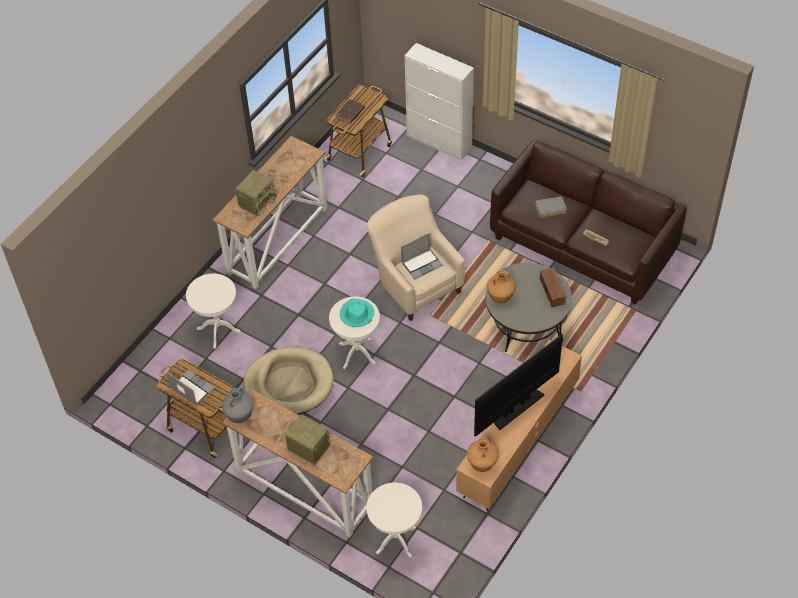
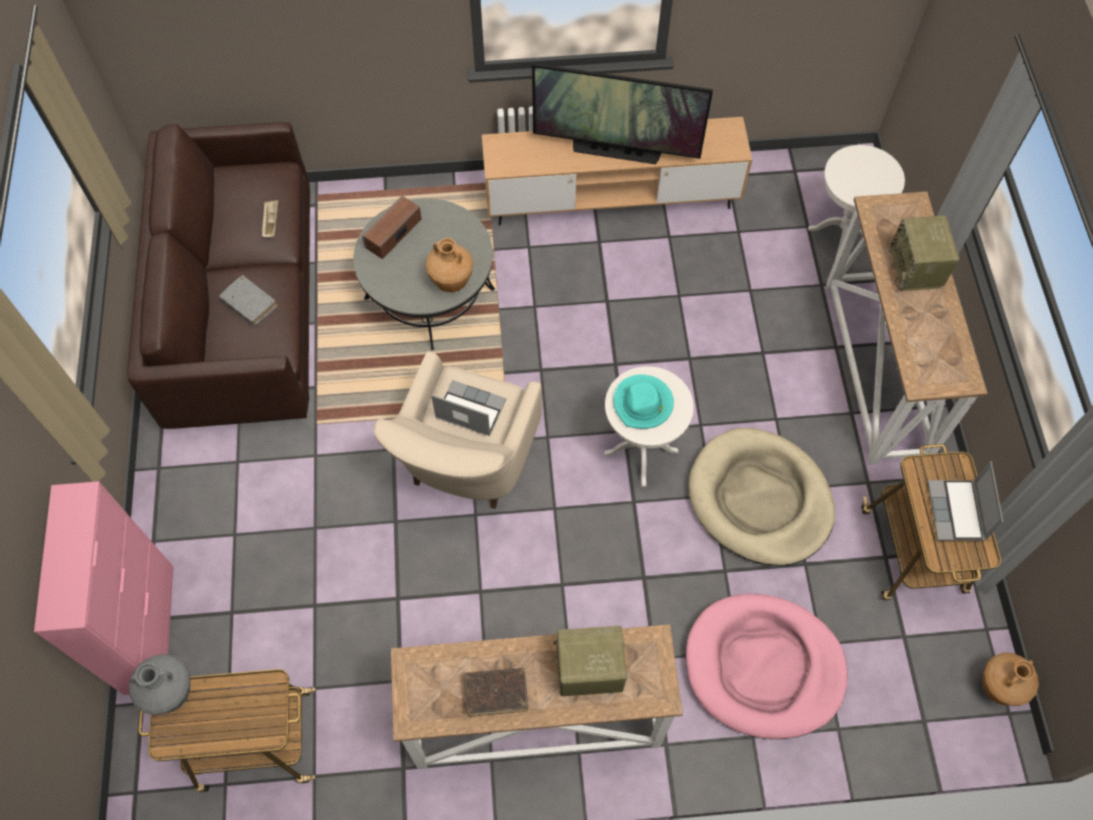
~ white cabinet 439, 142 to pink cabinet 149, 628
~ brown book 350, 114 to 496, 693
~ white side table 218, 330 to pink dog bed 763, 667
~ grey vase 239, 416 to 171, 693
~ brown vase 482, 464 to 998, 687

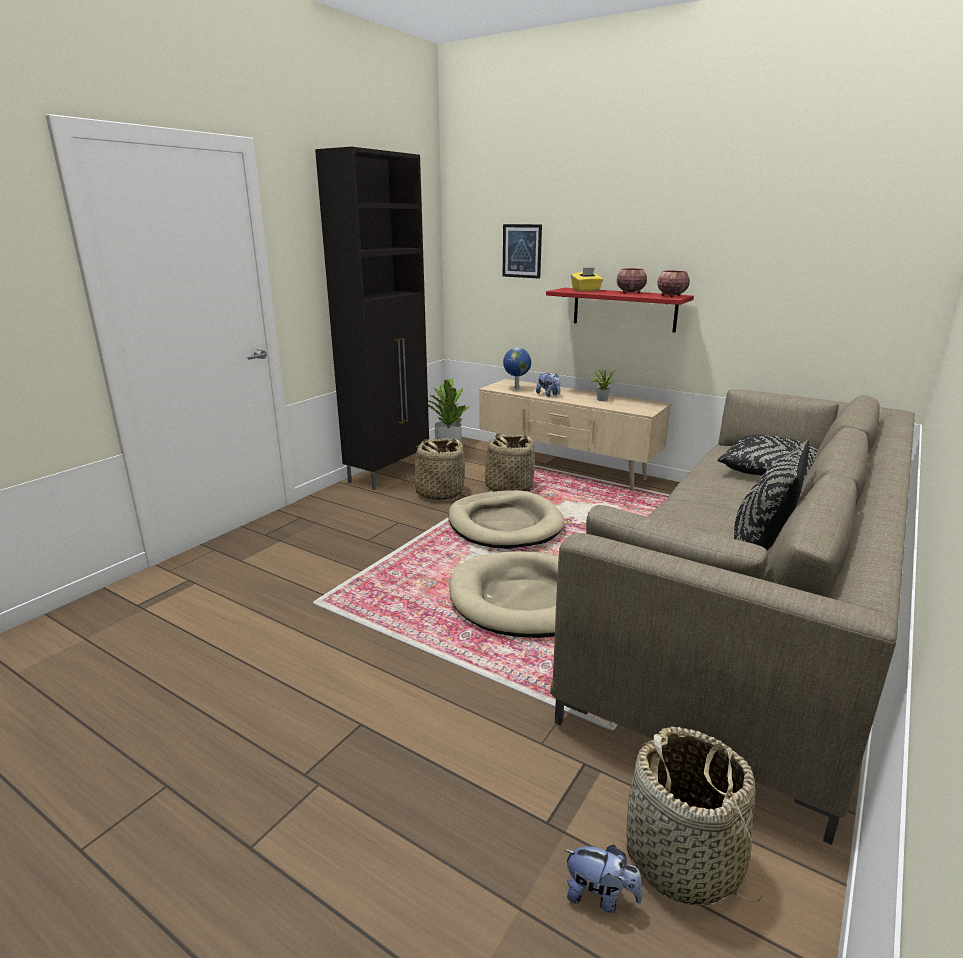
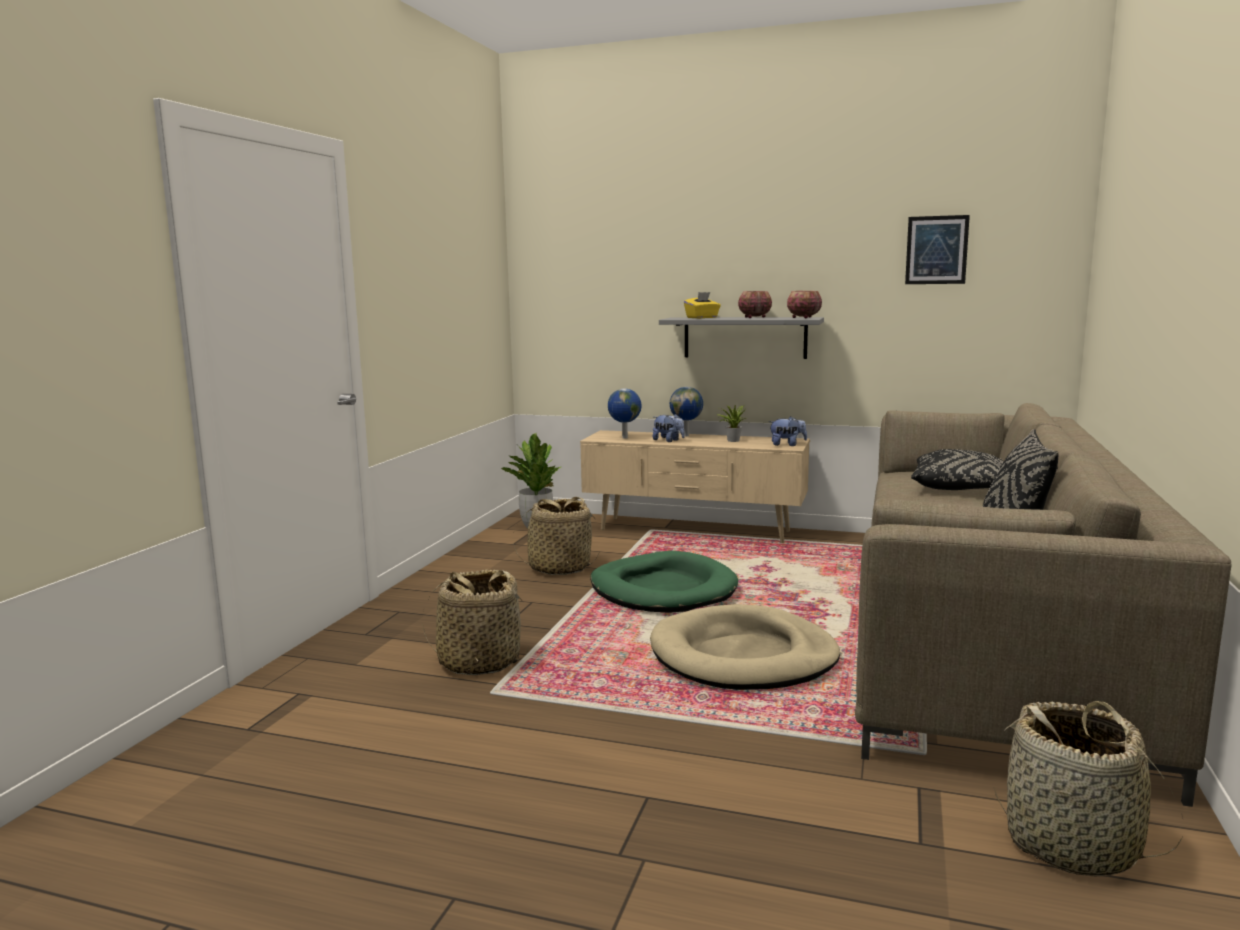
- black cabinet 389, 473
~ picture 522, 251 to 936, 250
~ red shelf 624, 309 to grey shelf 745, 337
~ basket 508, 487 to 479, 661
~ beige dog bed 504, 524 to green dog bed 663, 589
~ plush toy 600, 896 to 787, 445
+ globe 686, 435

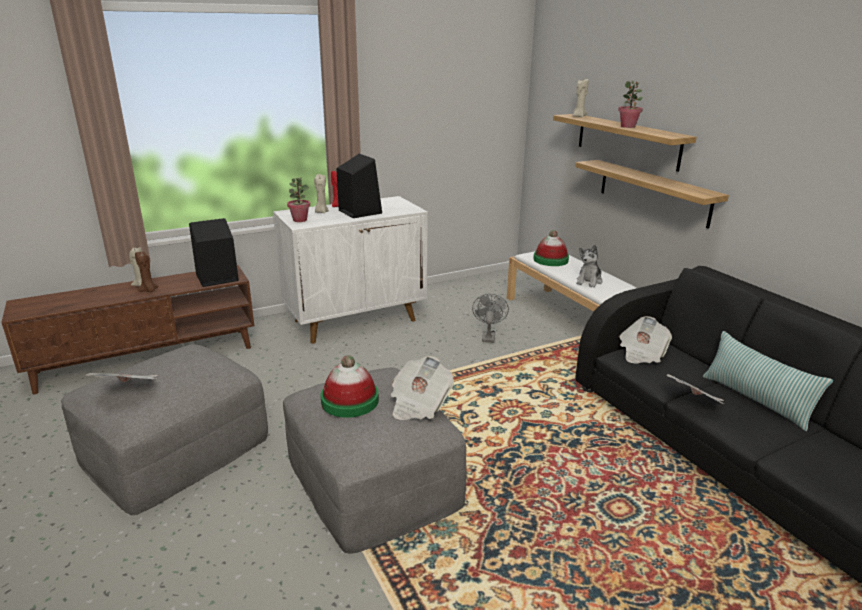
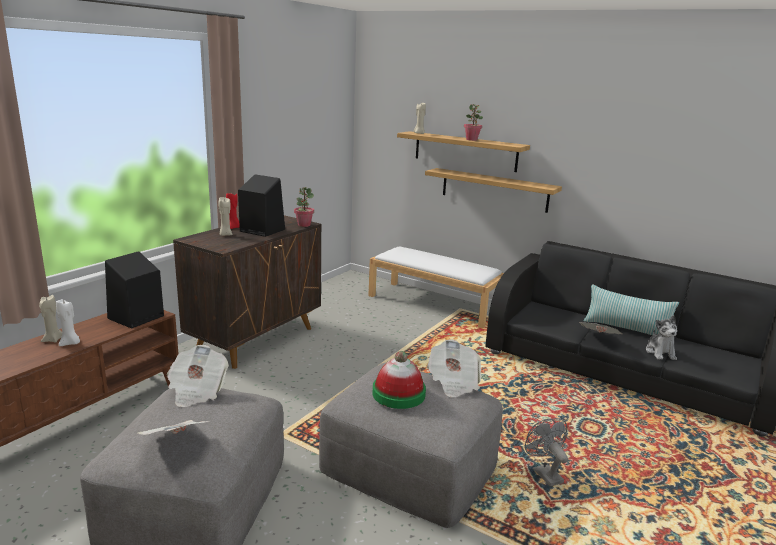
~ potted plant 300, 220 to 304, 225
~ white cabinet 356, 320 to brown cabinet 256, 339
- hat 550, 260
~ plush toy 589, 281 to 660, 352
~ brown candle 149, 290 to white candle 70, 343
~ grey fan 488, 336 to 544, 473
~ newspaper 641, 353 to 197, 390

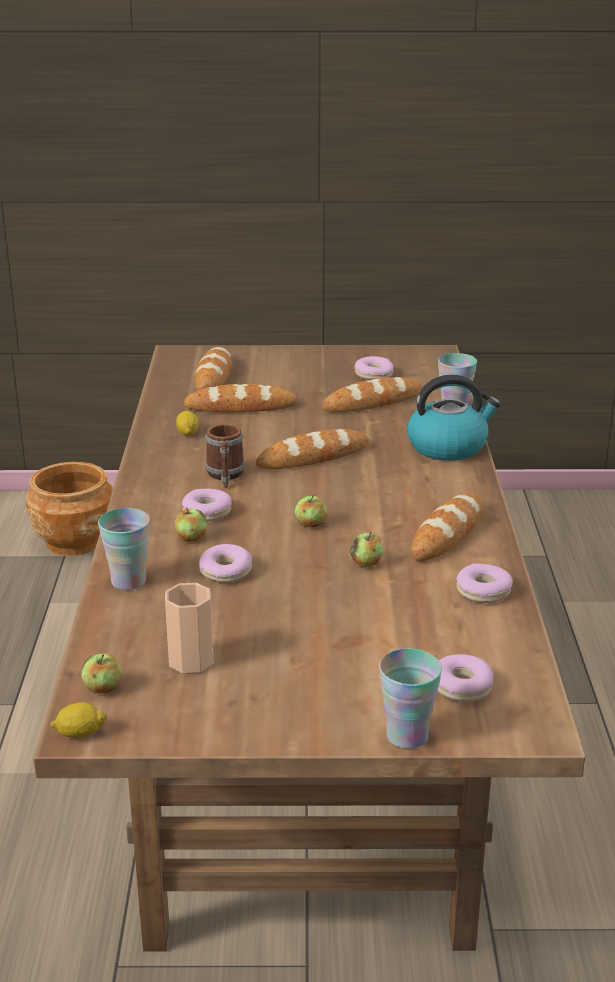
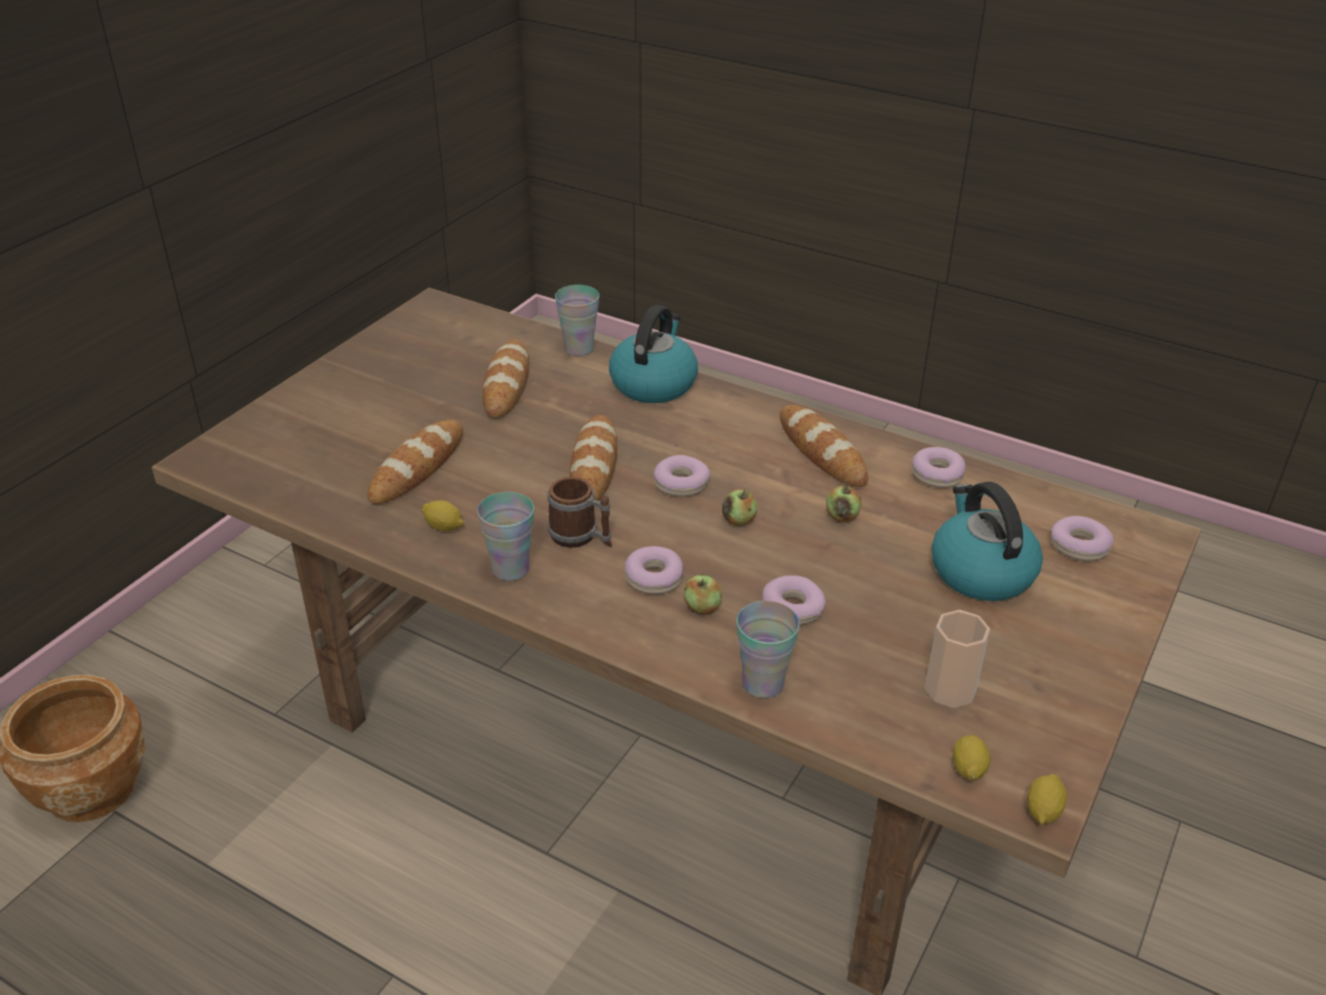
- bread 213, 376
~ donut 373, 375 to 681, 484
~ cup 407, 736 to 510, 569
~ apple 103, 688 to lemon 968, 769
+ kettle 980, 571

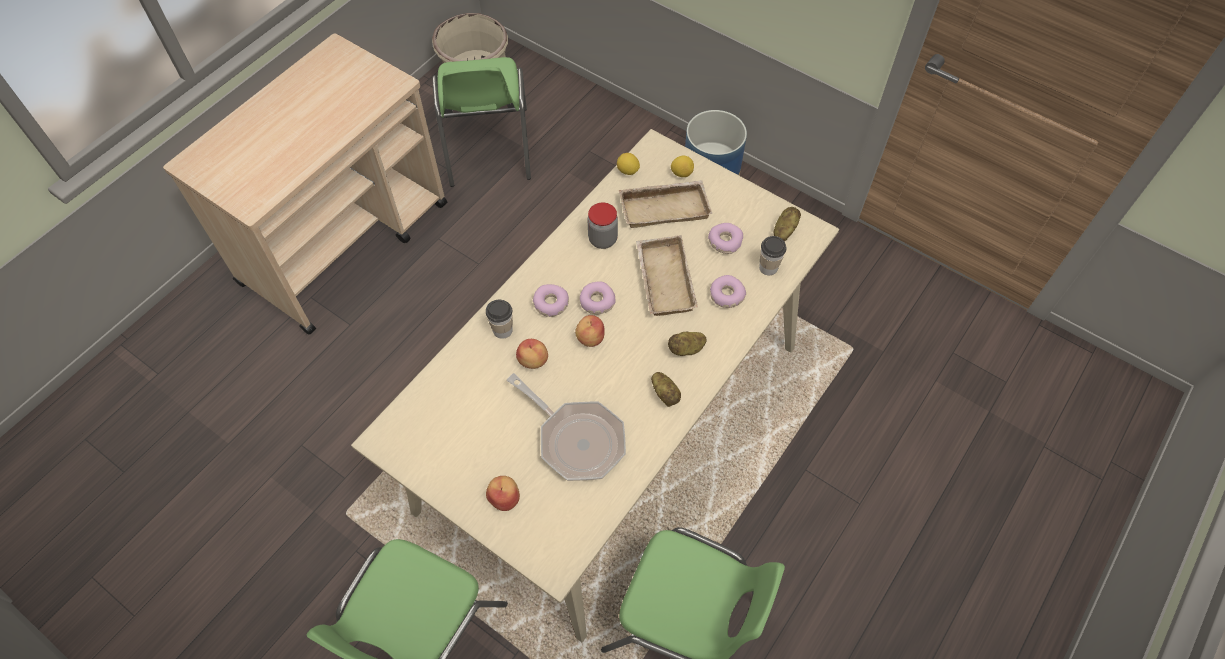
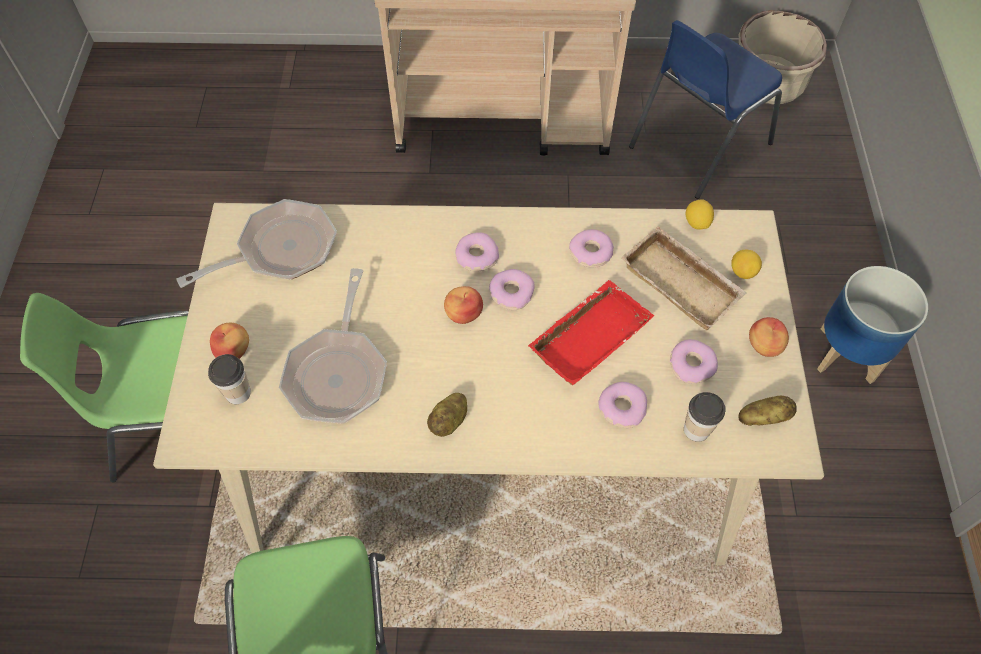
~ green chair 487, 148 to blue chair 697, 145
~ jar 602, 239 to donut 591, 253
~ beige tray 662, 279 to red tray 588, 335
~ cup 502, 330 to 238, 392
- potato 686, 349
~ apple 533, 361 to 763, 346
+ frying pan 280, 250

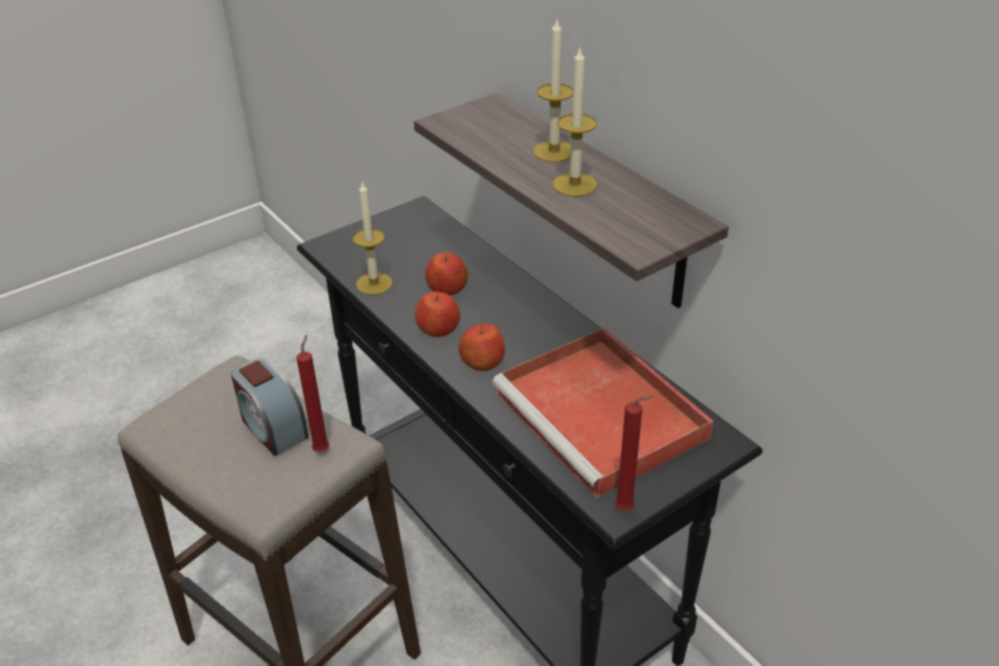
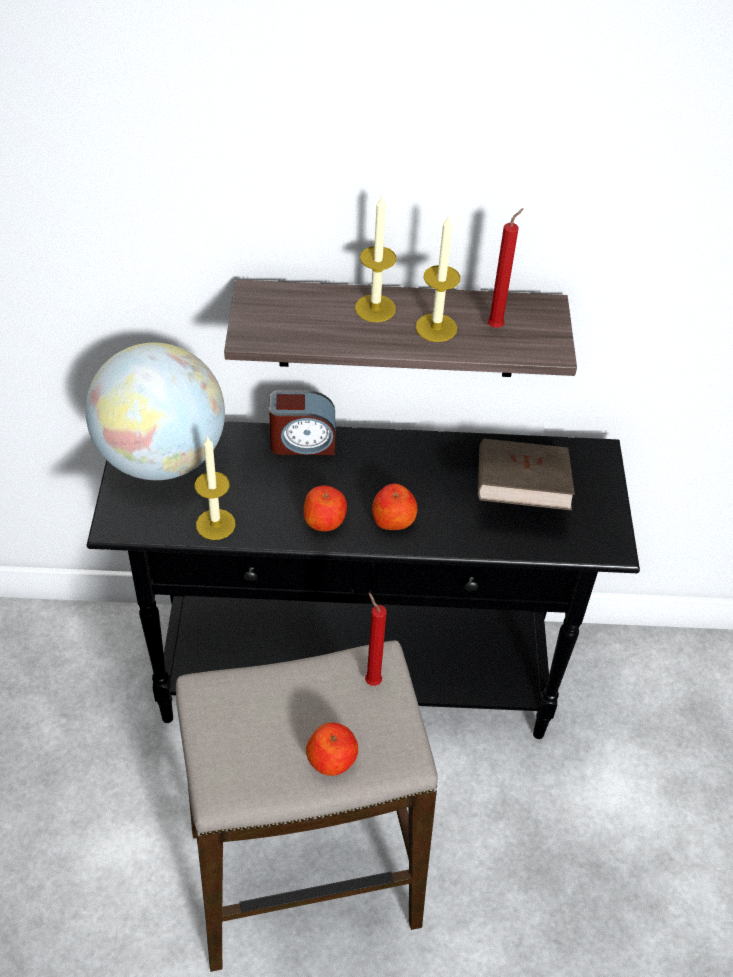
~ apple 447, 289 to 332, 759
~ red tray 603, 417 to brown book 519, 493
~ alarm clock 273, 427 to 302, 442
~ red candle 627, 509 to 497, 326
+ globe 162, 458

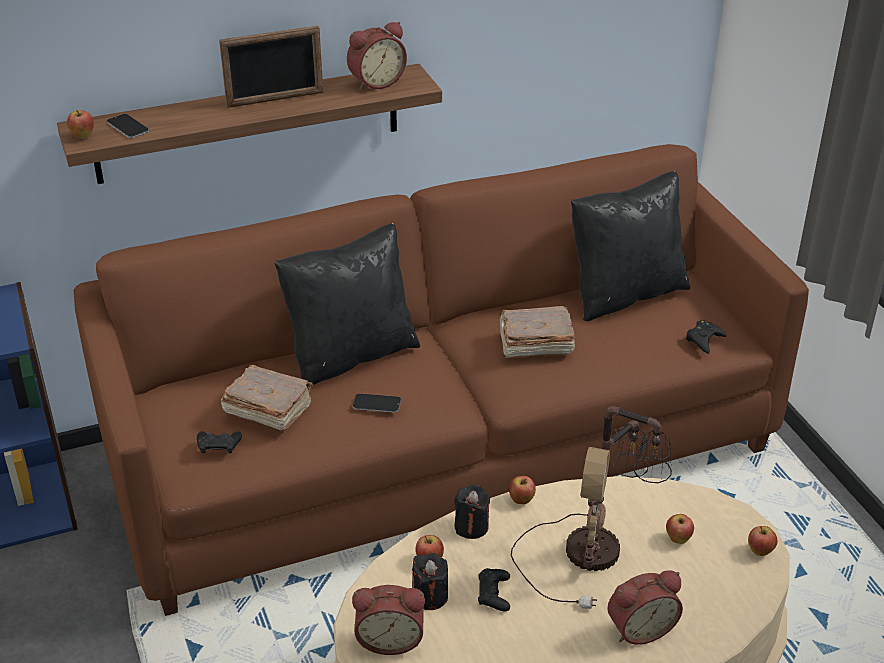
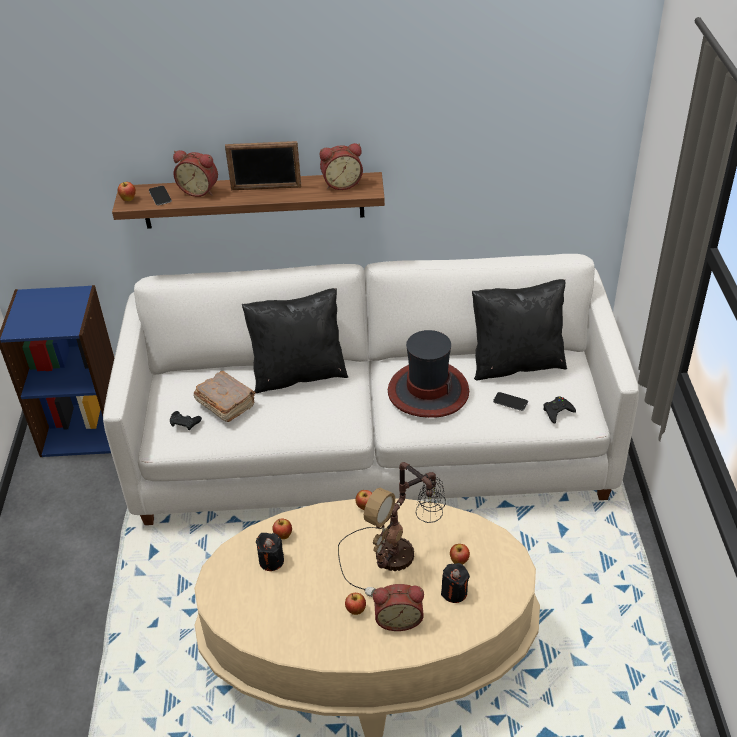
~ brown sofa 443, 451 to white sofa 373, 449
~ brown book 534, 344 to hat 427, 391
~ phone 377, 404 to 510, 402
~ black candle 471, 527 to 454, 592
~ apple 760, 551 to 356, 610
- black game controller 494, 594
~ alarm clock 390, 639 to 199, 190

